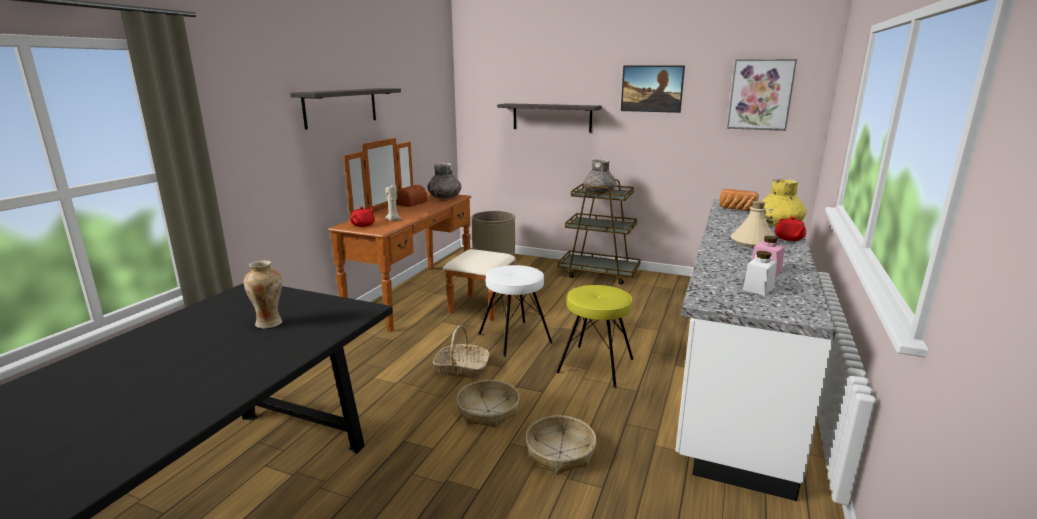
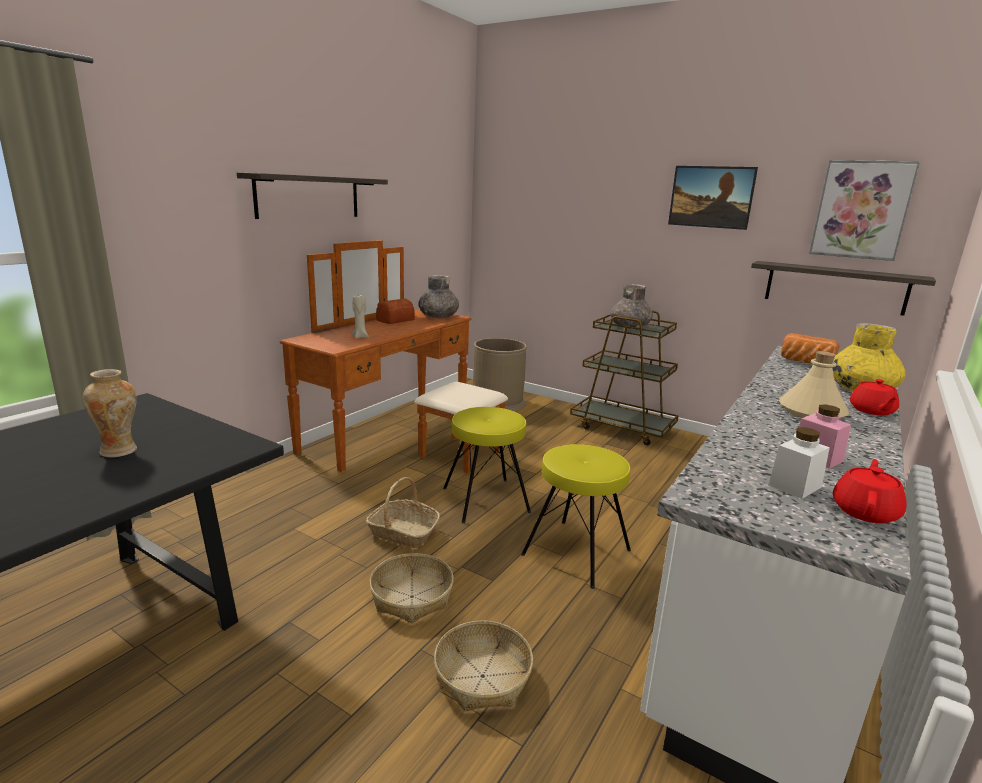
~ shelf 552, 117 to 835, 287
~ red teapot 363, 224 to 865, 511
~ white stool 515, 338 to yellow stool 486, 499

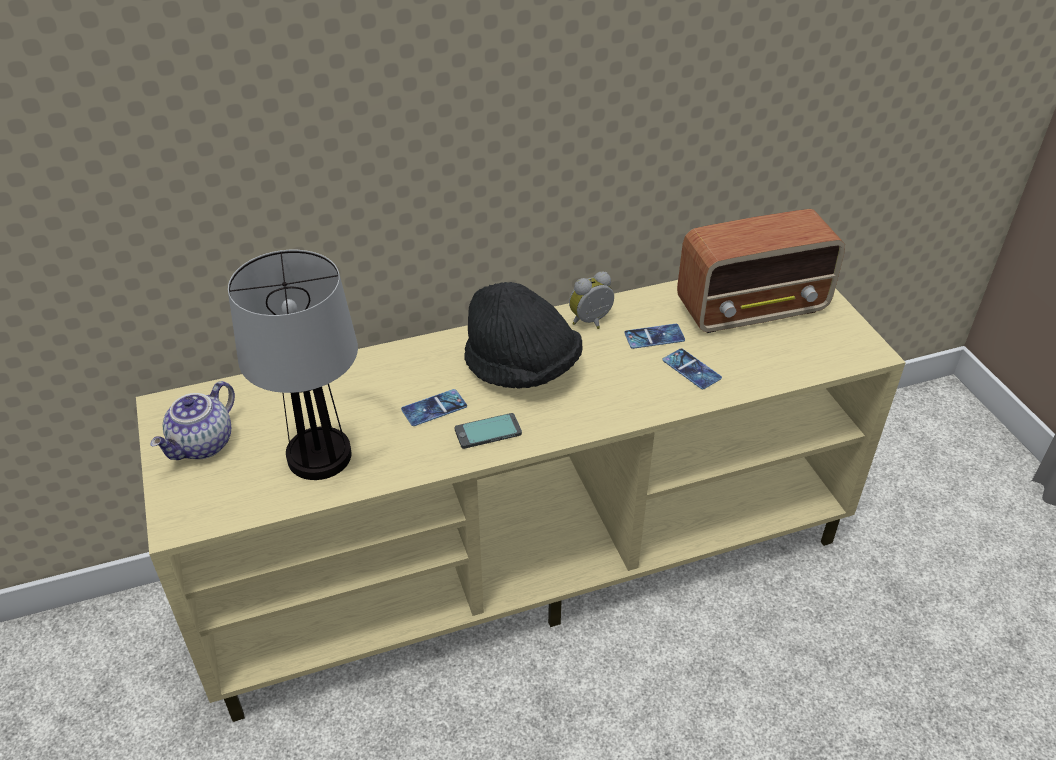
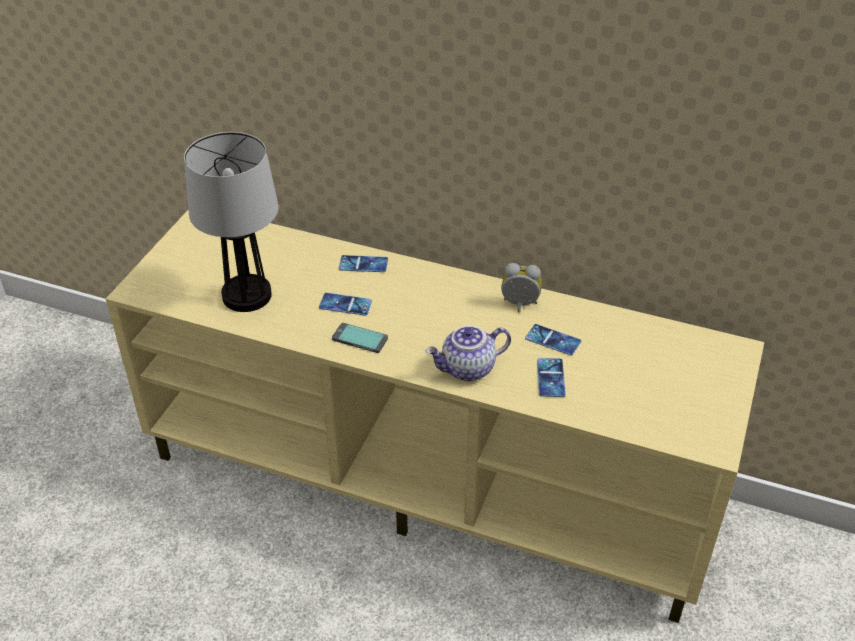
- radio 753, 308
- black hat 522, 369
~ teapot 203, 445 to 468, 369
+ phone 363, 264

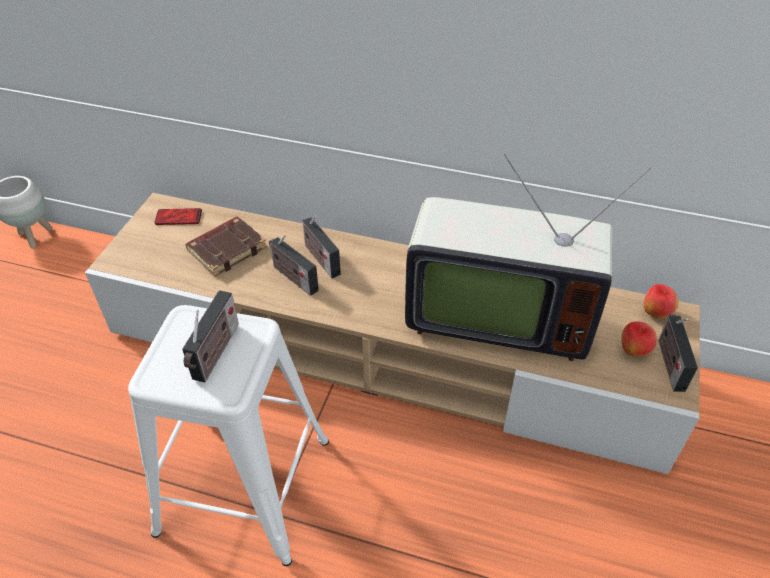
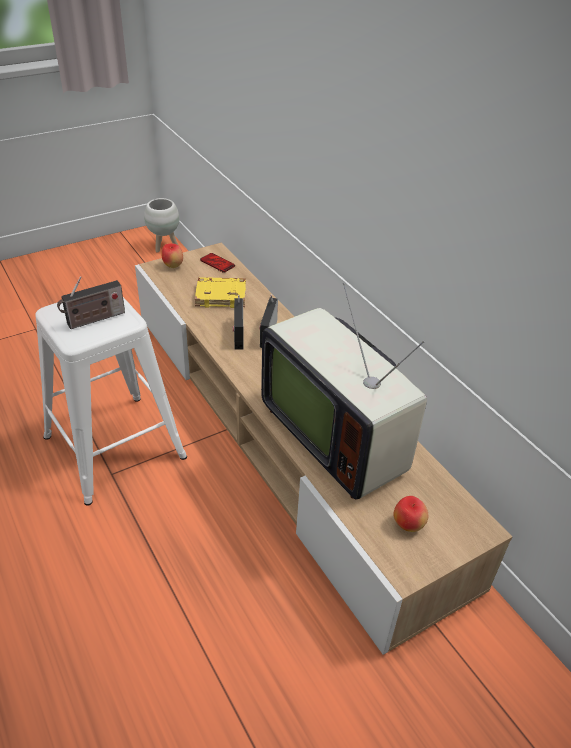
~ brown book 227, 249 to yellow book 221, 295
~ apple 655, 313 to 173, 266
- radio 669, 362

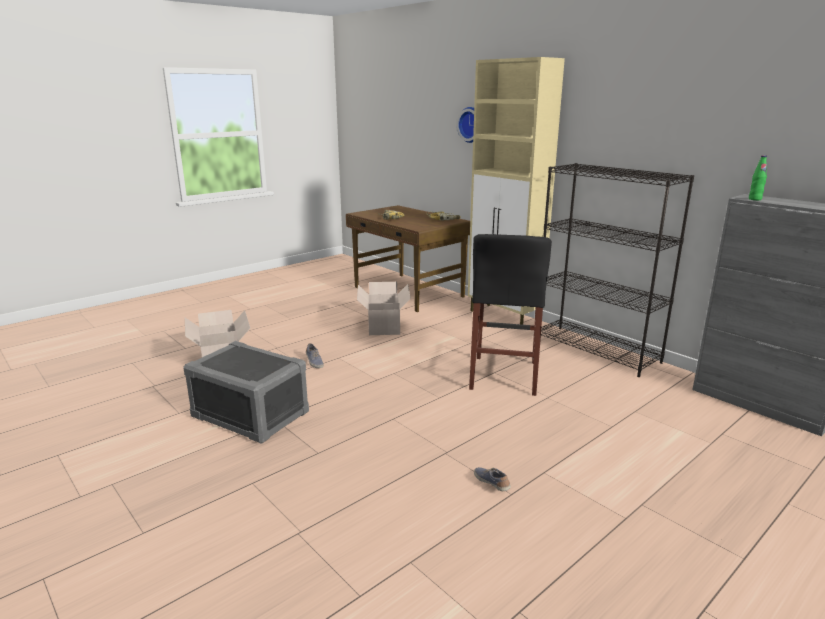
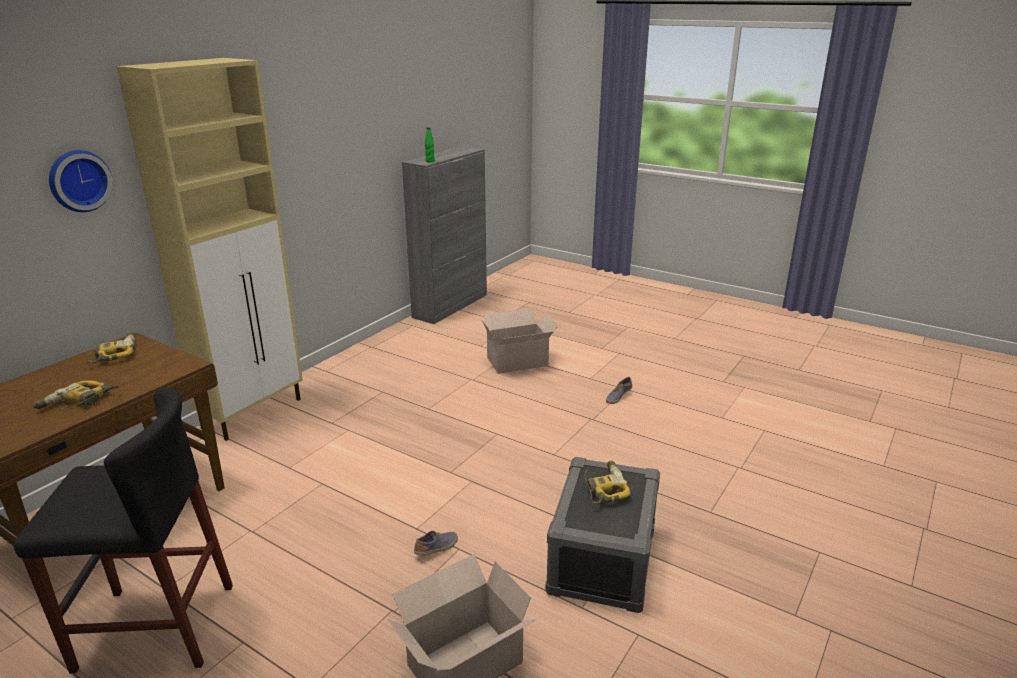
- black bookcase 596, 350
~ black stool 504, 375 to 155, 627
~ cardboard box 383, 326 to 519, 361
+ power drill 603, 487

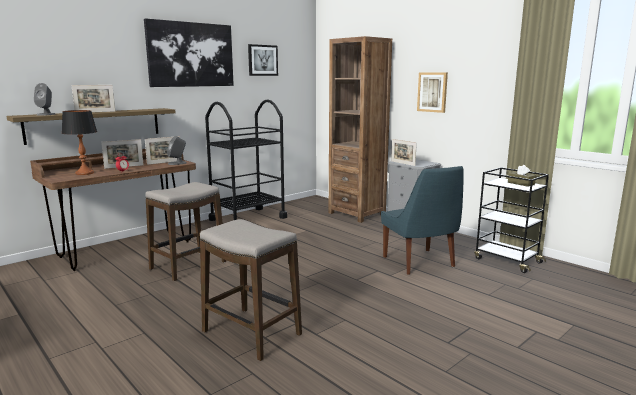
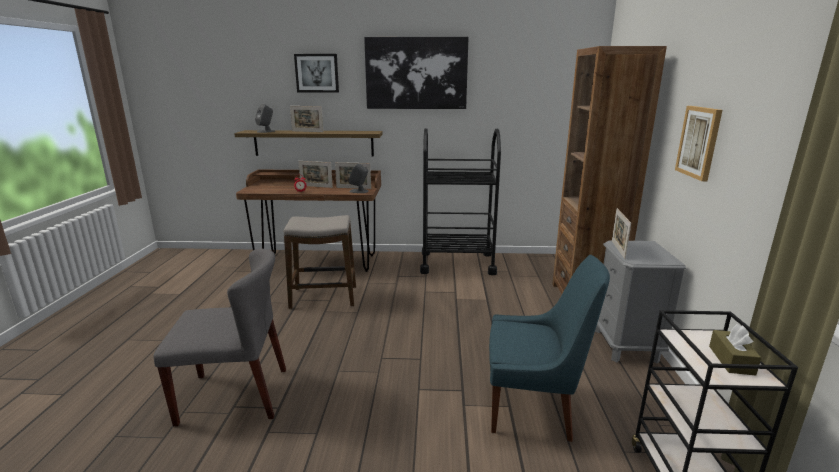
~ picture 262, 60 to 317, 73
- table lamp 84, 173
~ blue chair 420, 263 = 533, 408 105 degrees counterclockwise
~ stool 251, 333 to grey chair 235, 395

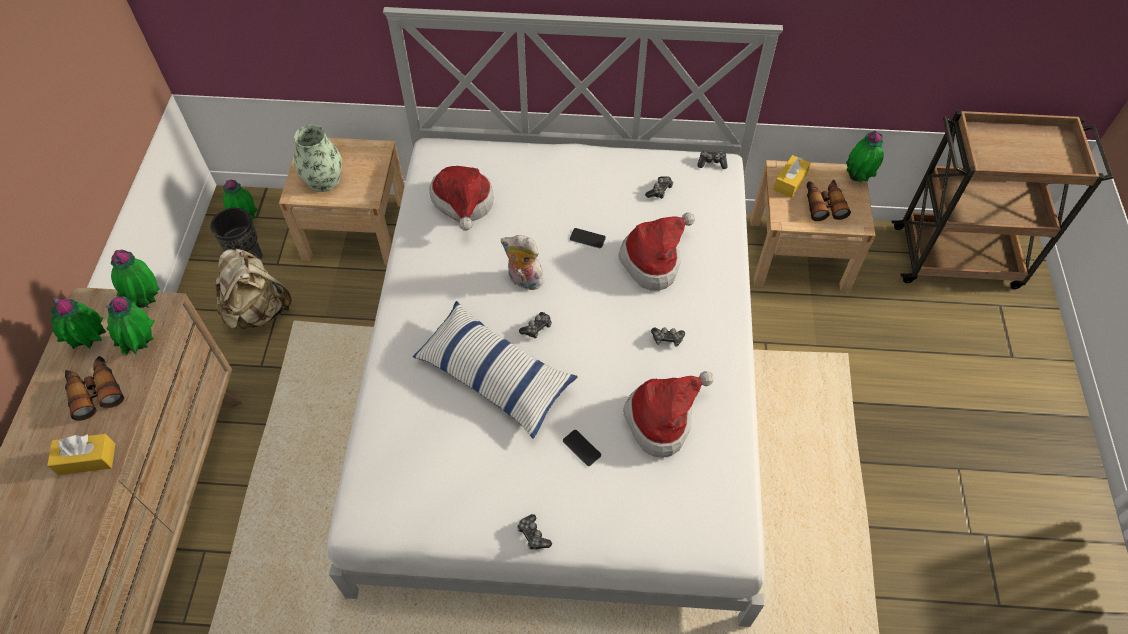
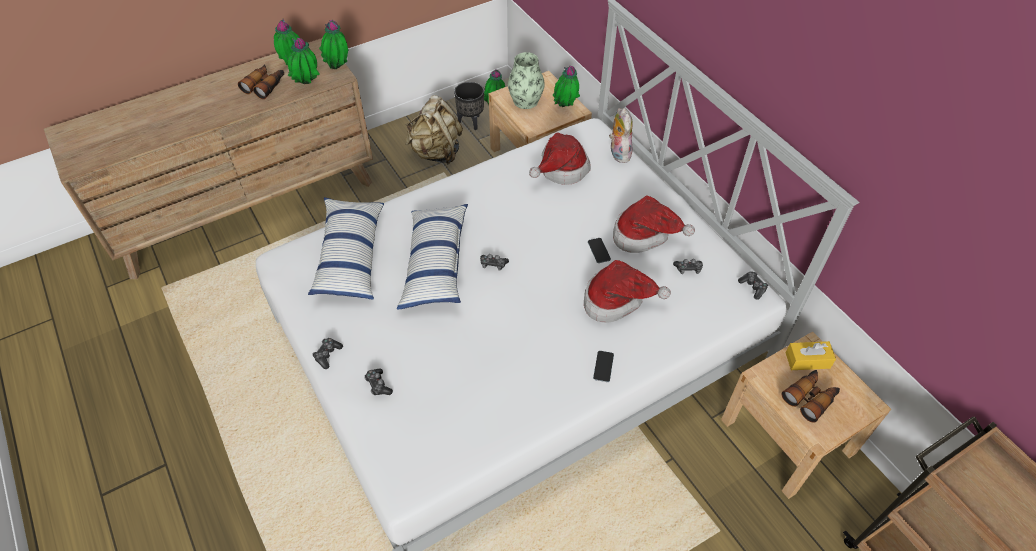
~ potted plant 857, 178 to 565, 107
~ plush toy 523, 281 to 618, 153
~ game controller 667, 339 to 378, 385
~ hat 662, 419 to 644, 235
~ phone 581, 448 to 603, 366
- yellow tissue box 87, 459
+ pillow 350, 256

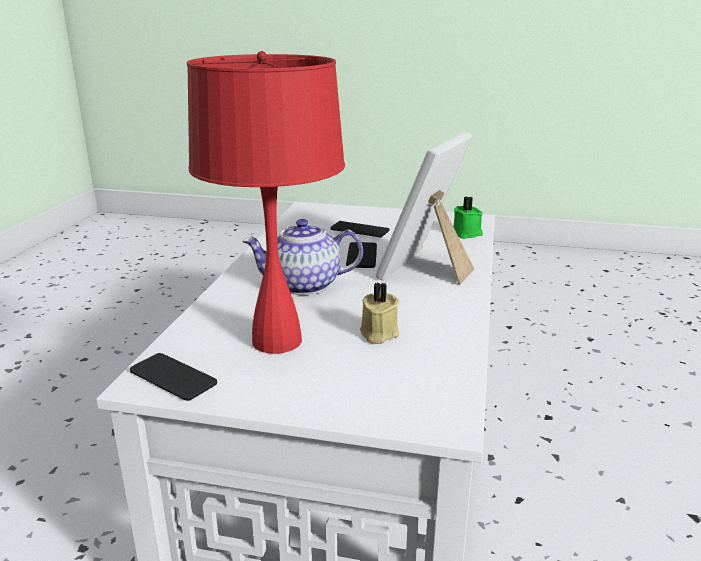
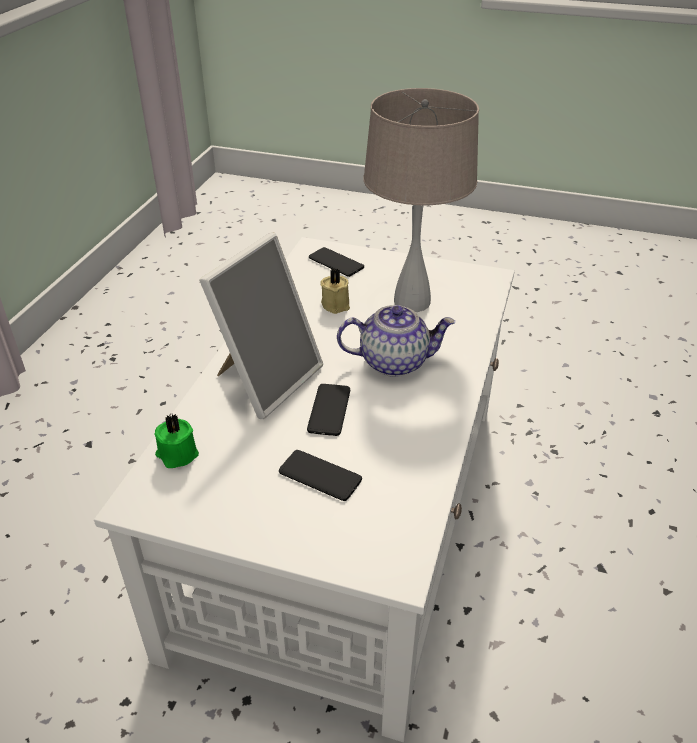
~ red table lamp 276, 340 to beige table lamp 412, 302
~ phone 173, 377 to 336, 262

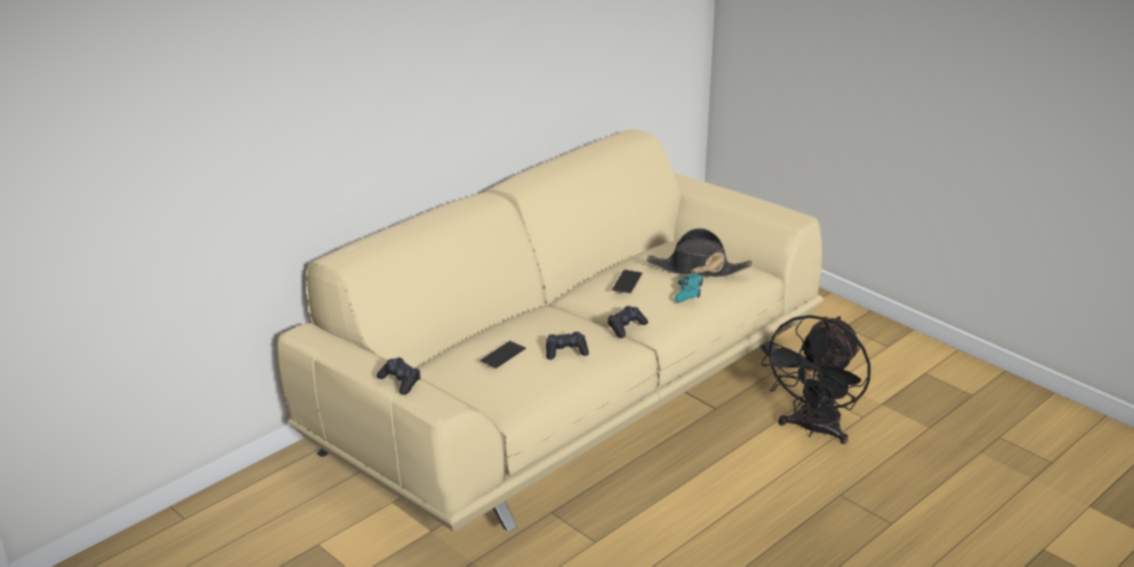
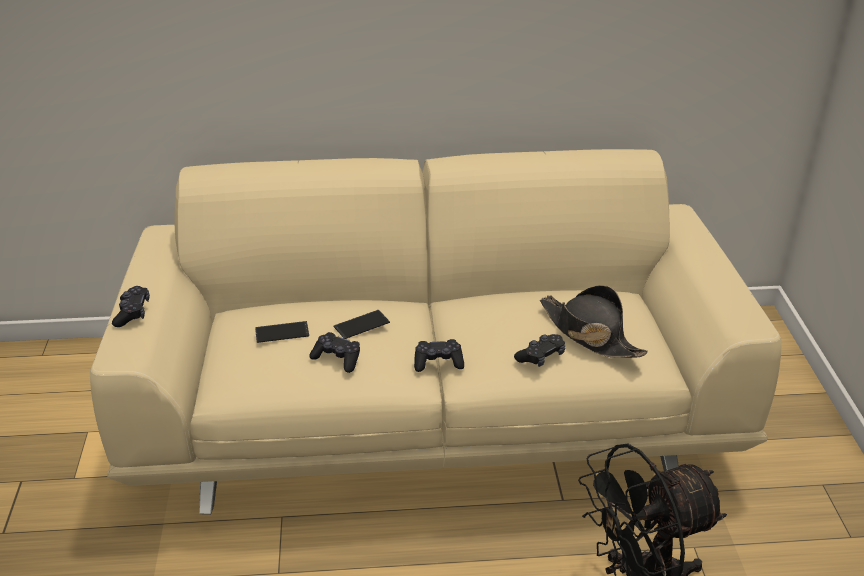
~ phone 627, 282 to 361, 325
~ turquoise game controller 688, 293 to black game controller 541, 356

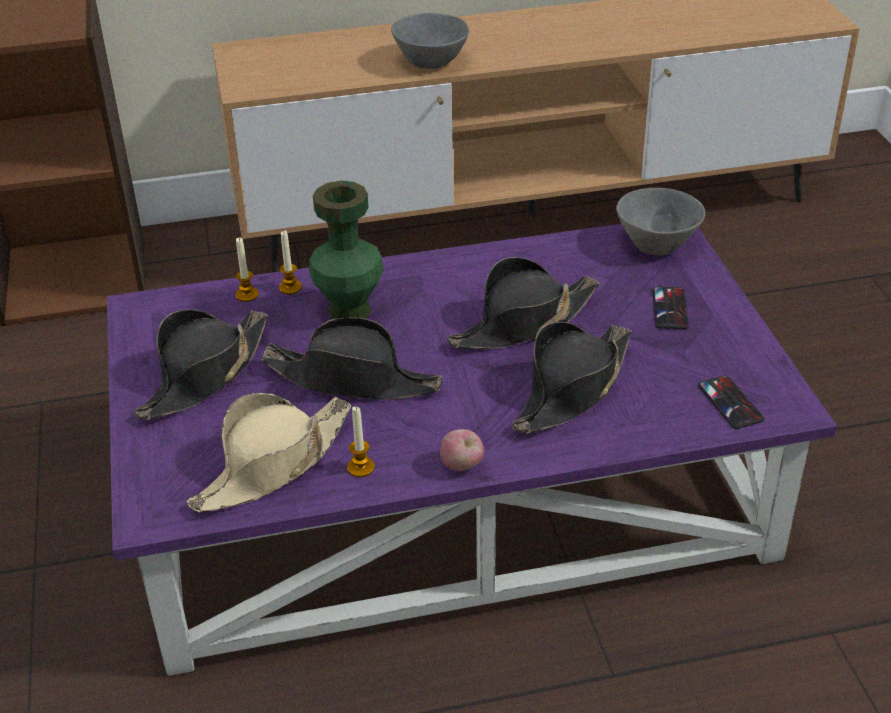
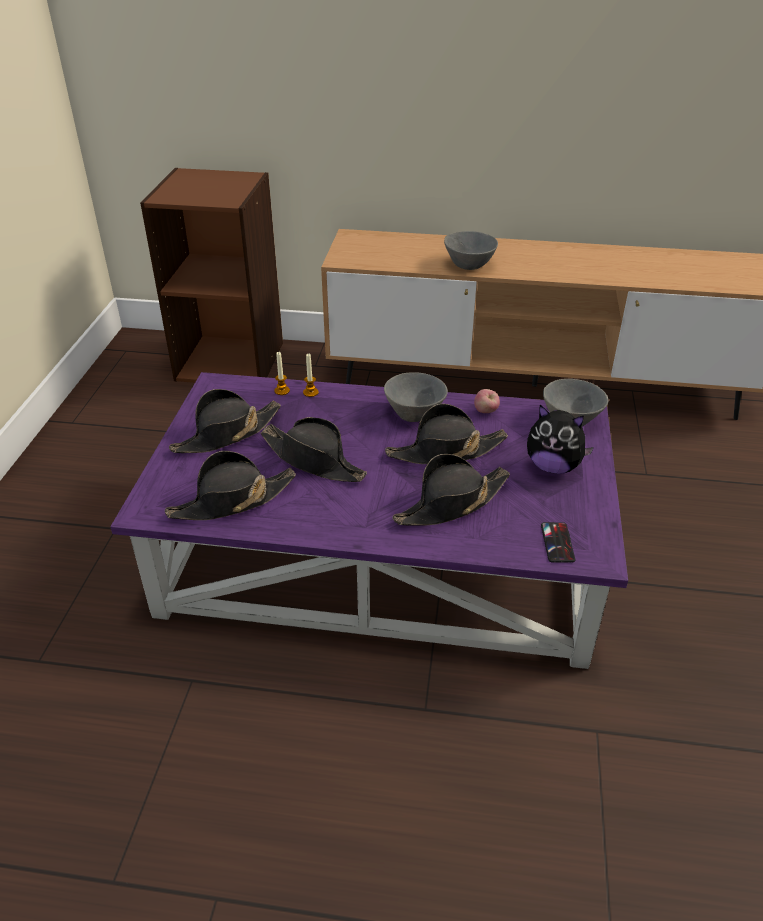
- green vase 349, 310
~ phone 670, 308 to plush toy 553, 466
~ beige hat 273, 465 to black hat 232, 501
- candle 360, 467
~ apple 462, 466 to 486, 411
+ grey bowl 416, 413

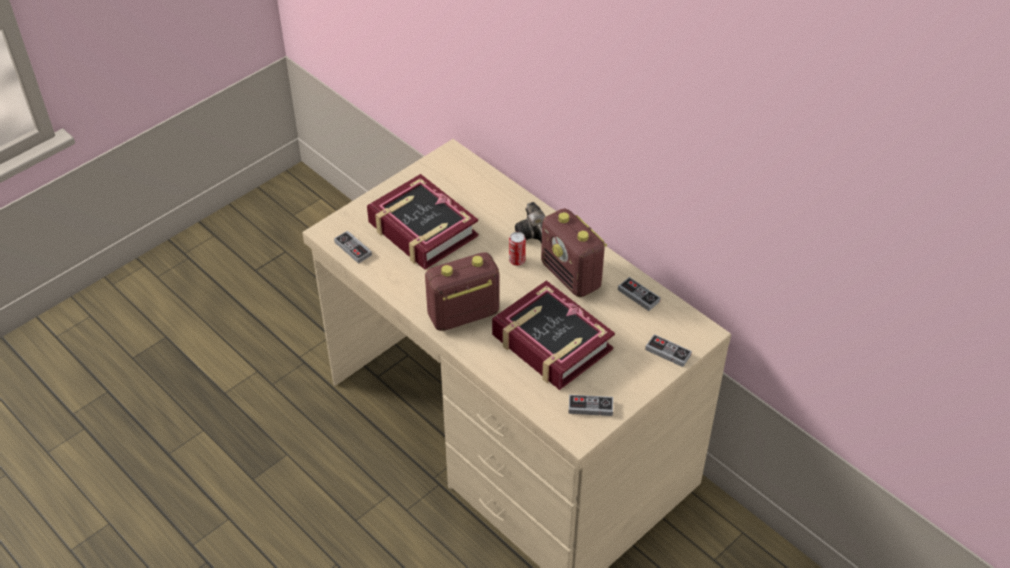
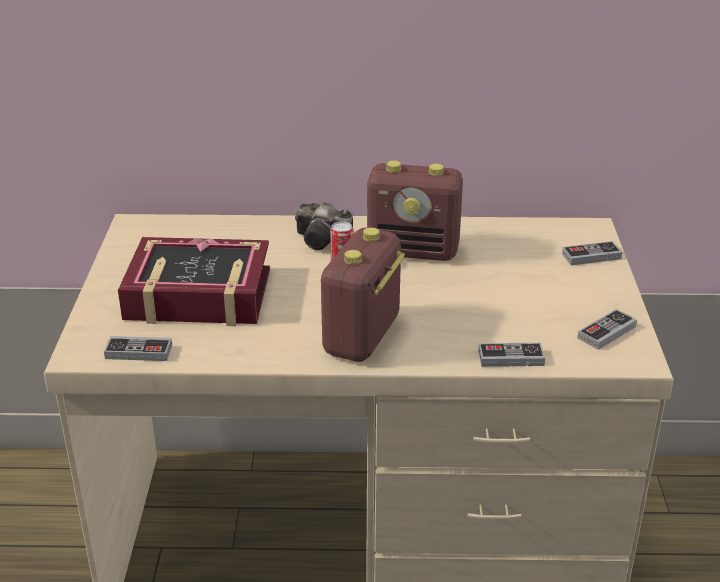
~ game controller 638, 295 to 511, 358
- book 551, 343

